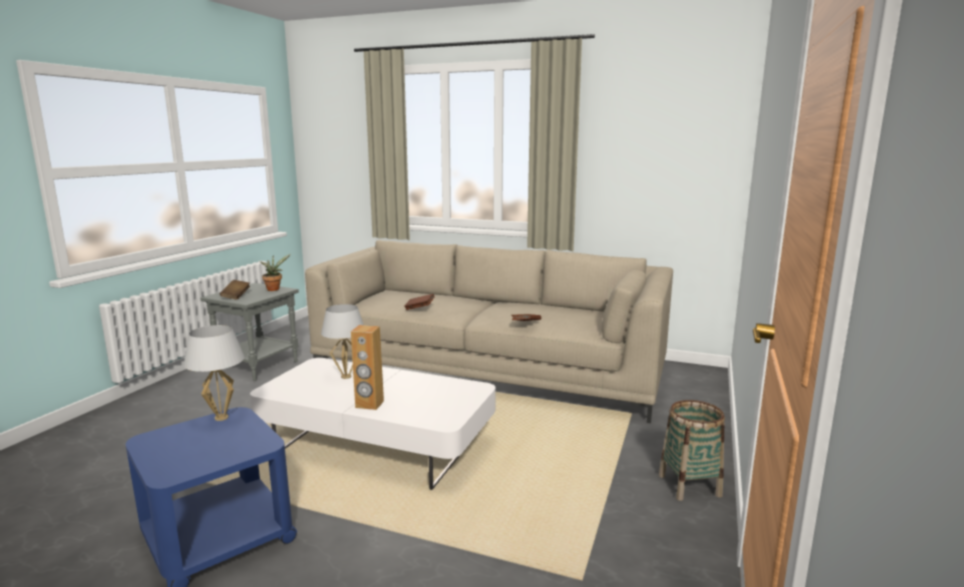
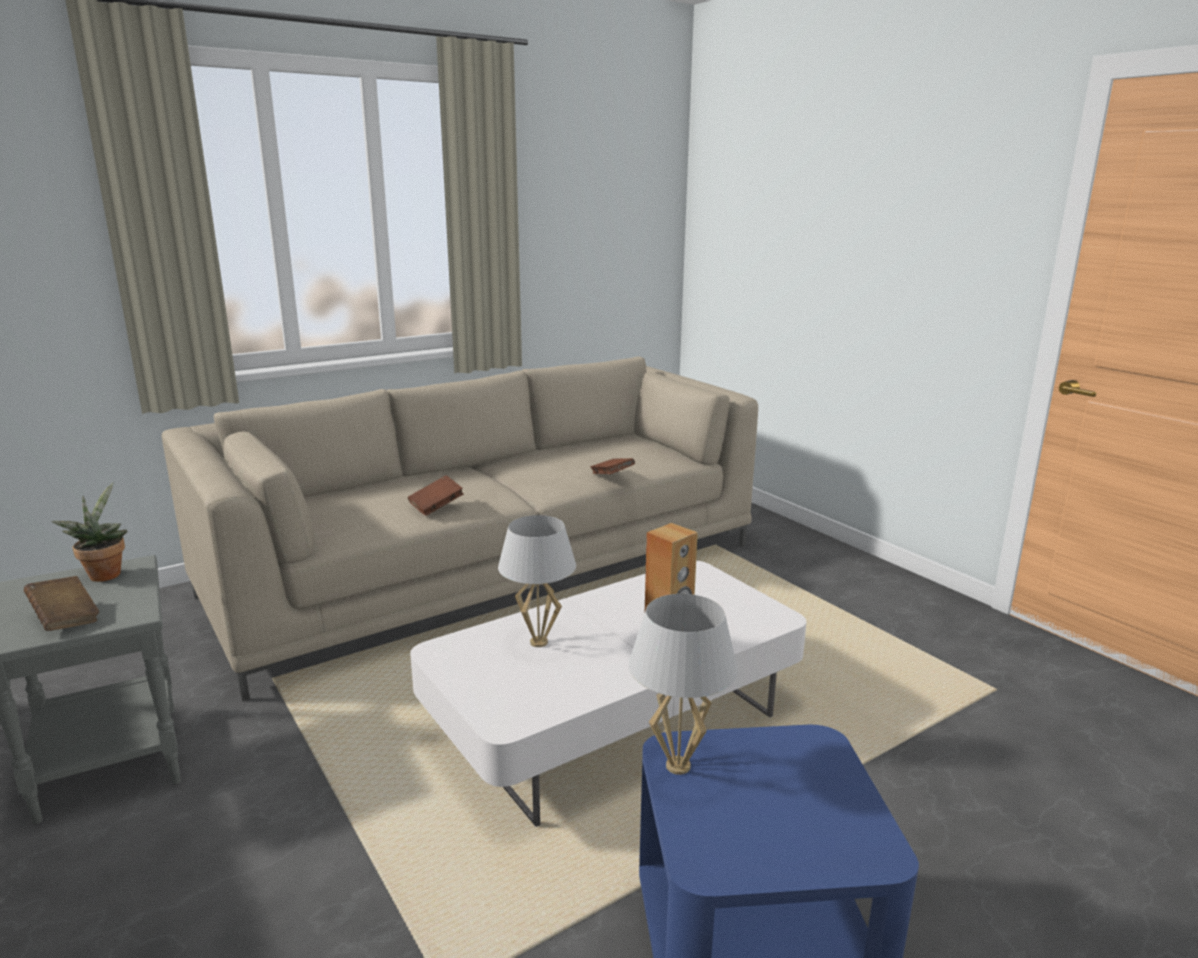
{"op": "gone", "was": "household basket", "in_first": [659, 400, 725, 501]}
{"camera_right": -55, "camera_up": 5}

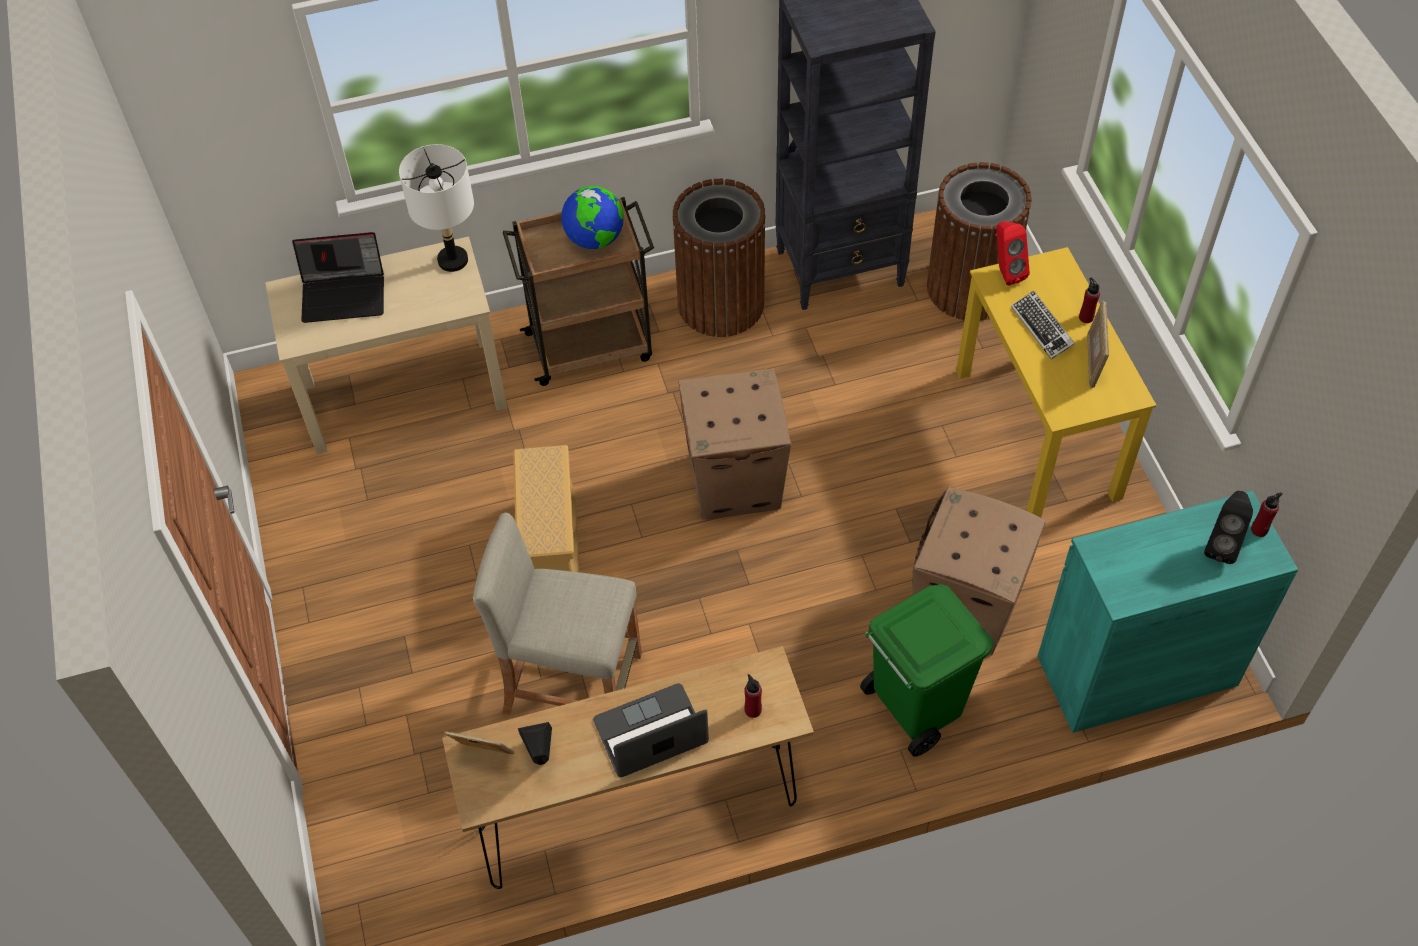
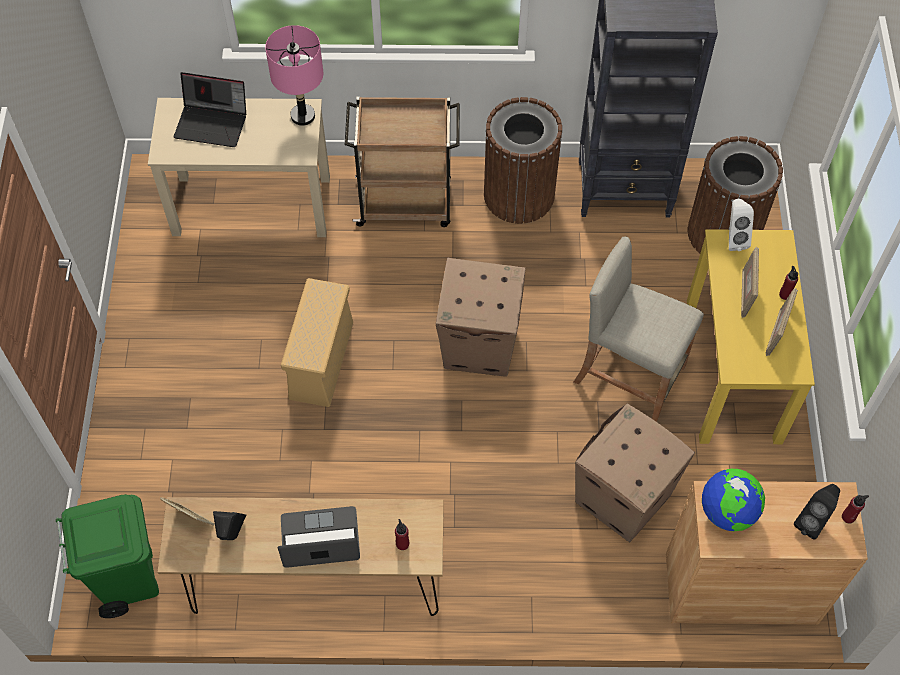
{"op": "repainted", "was": "white tabletop lamp", "now": "pink-coloured tabletop lamp", "in_first": [399, 144, 474, 272], "in_second": [265, 25, 323, 126]}
{"op": "shifted", "was": "world globe", "in_first": [561, 186, 624, 249], "in_second": [702, 469, 765, 531]}
{"op": "repainted", "was": "red audio speaker", "now": "white audio speaker", "in_first": [996, 221, 1030, 286], "in_second": [729, 199, 754, 251]}
{"op": "swapped", "was": "PC keyboard", "now": "photo frame", "in_first": [1011, 291, 1075, 359], "in_second": [741, 247, 759, 318]}
{"op": "repainted", "was": "turquoise-coloured storage cabinet", "now": "brown storage cabinet", "in_first": [1037, 491, 1298, 733], "in_second": [666, 481, 868, 625]}
{"op": "shifted", "was": "beige-coloured sitting stool", "in_first": [473, 512, 642, 715], "in_second": [574, 236, 704, 422]}
{"op": "shifted", "was": "greenish rubbish bin", "in_first": [860, 584, 993, 757], "in_second": [56, 494, 159, 618]}
{"camera_right": 15, "camera_up": 5}

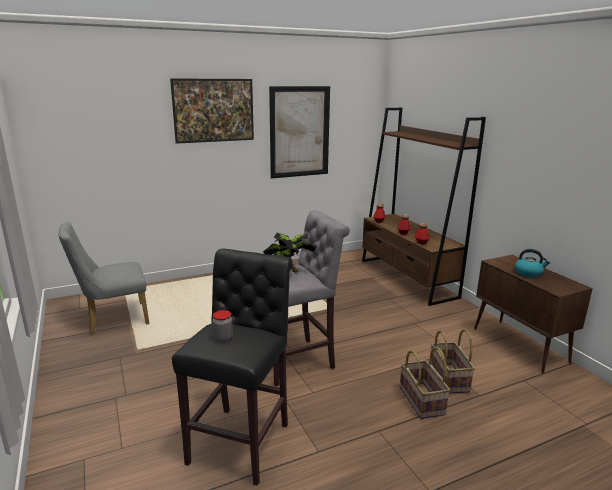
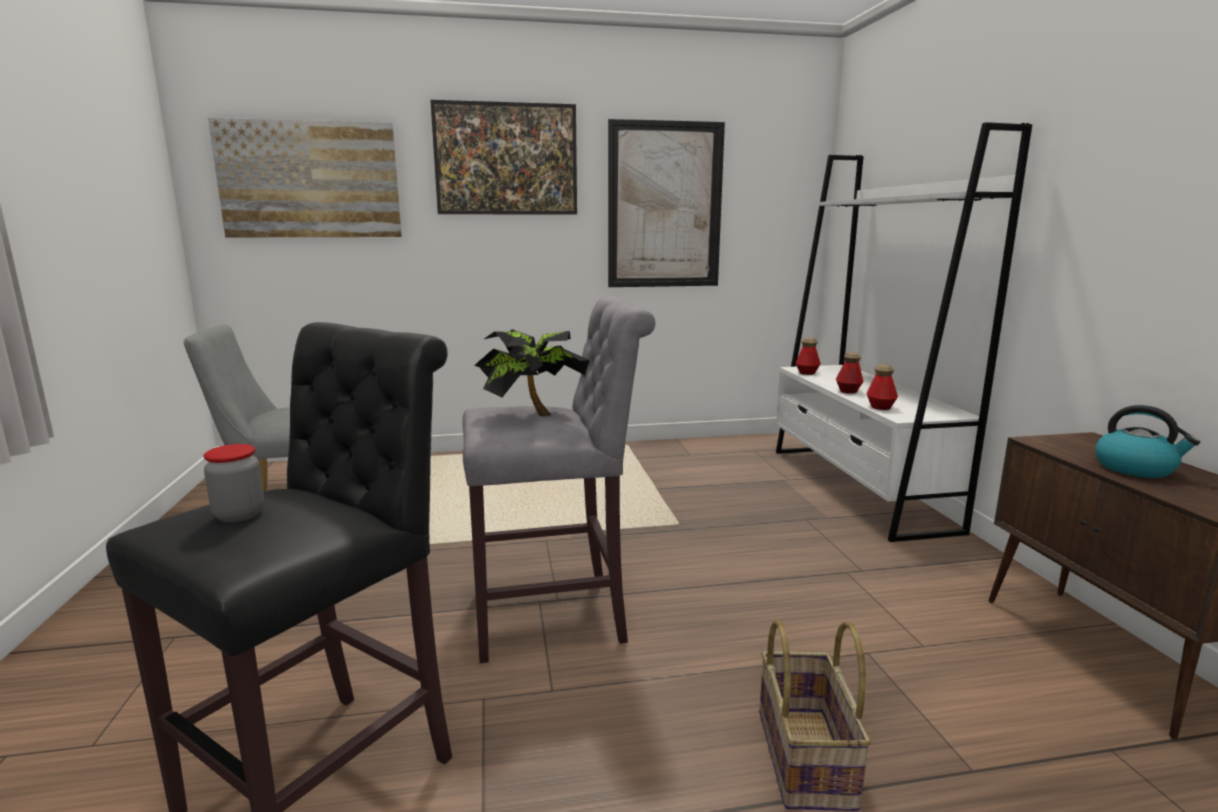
{"op": "repainted", "was": "brown shelving unit", "now": "white shelving unit", "in_first": [362, 107, 486, 306], "in_second": [776, 122, 1032, 542]}
{"op": "gone", "was": "household basket", "in_first": [429, 329, 475, 394]}
{"op": "new", "now": "wall picture", "in_second": [208, 118, 402, 237]}
{"camera_right": 15, "camera_up": -5}

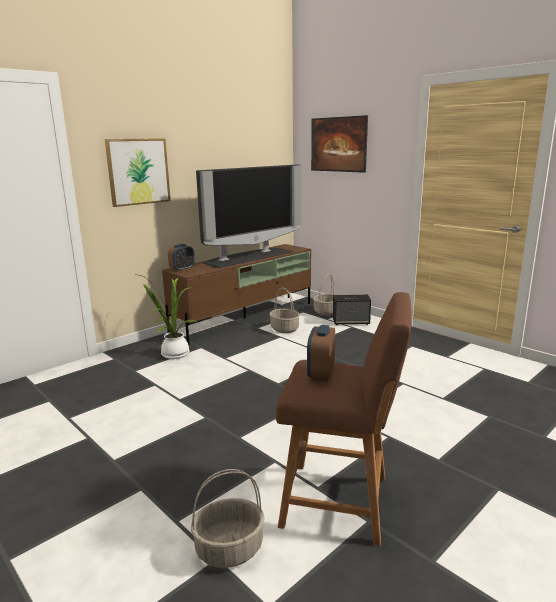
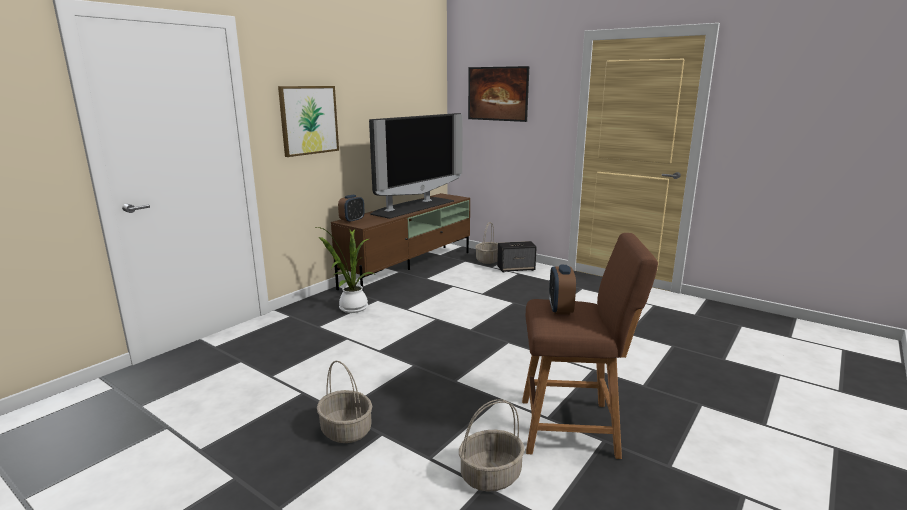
{"op": "shifted", "was": "household basket", "in_first": [269, 287, 300, 333], "in_second": [317, 361, 372, 443]}
{"camera_right": -10, "camera_up": 0}

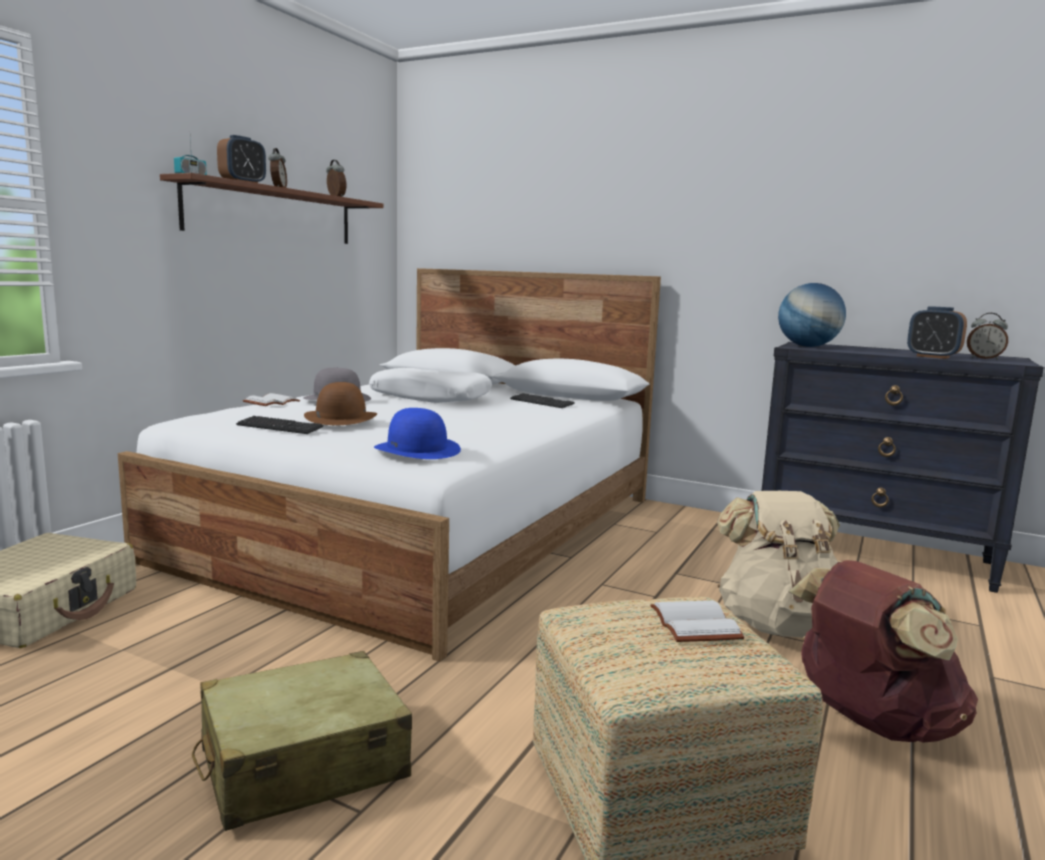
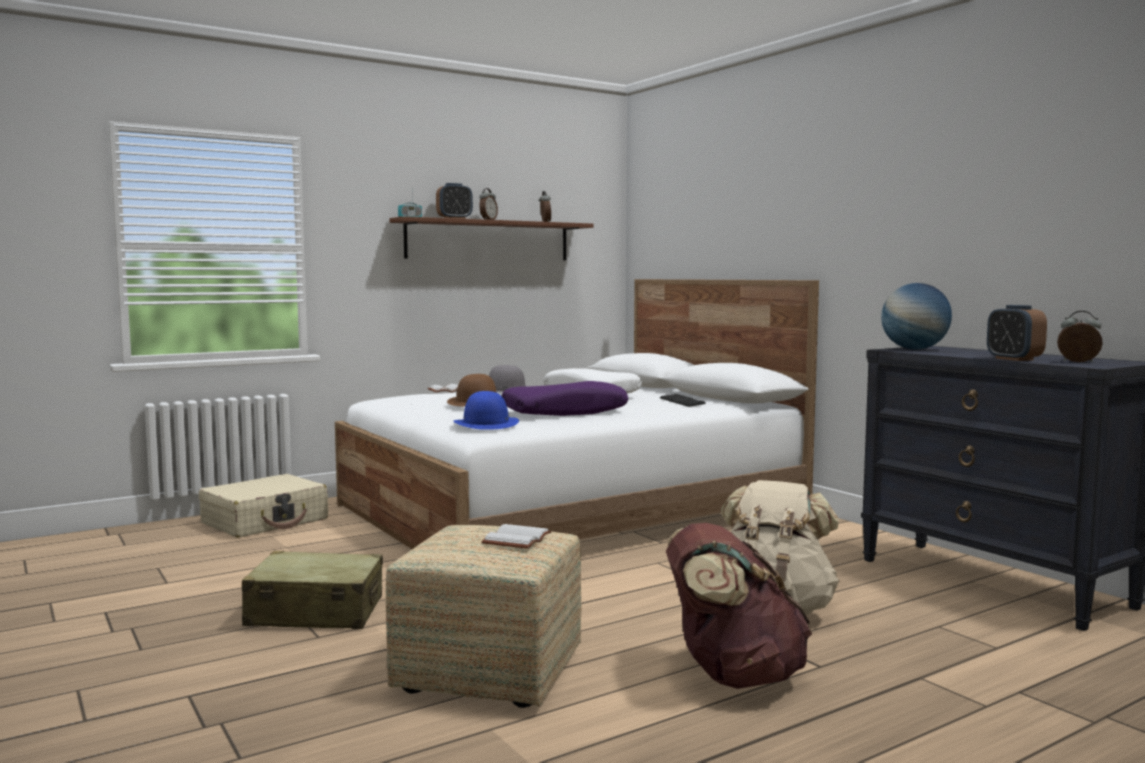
{"op": "rotated", "was": "table clock", "in_first": [967, 313, 1008, 360], "in_second": [1057, 310, 1103, 362], "clockwise": 150}
{"op": "gone", "was": "PC keyboard", "in_first": [236, 416, 324, 434]}
{"op": "new", "now": "purple cushion", "in_second": [502, 381, 628, 416]}
{"camera_right": 30, "camera_up": -5}

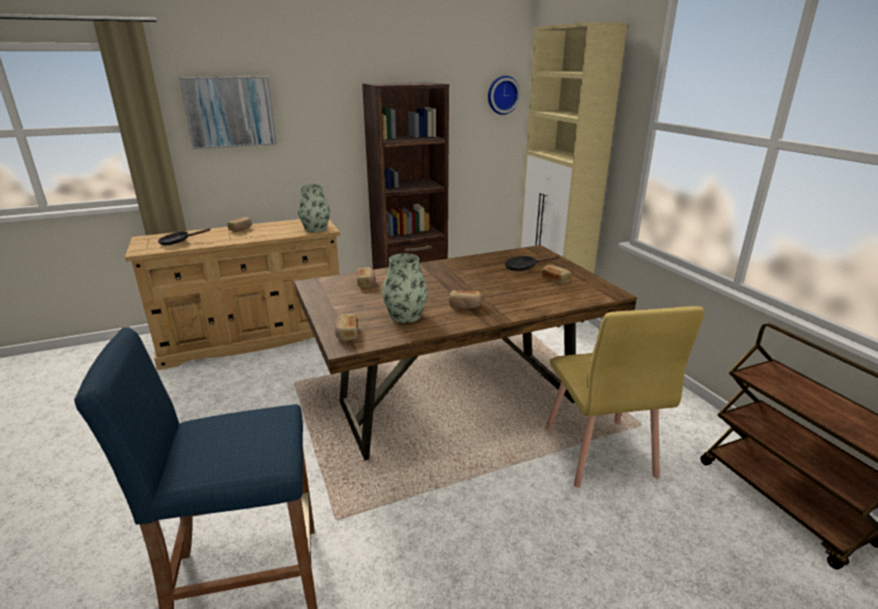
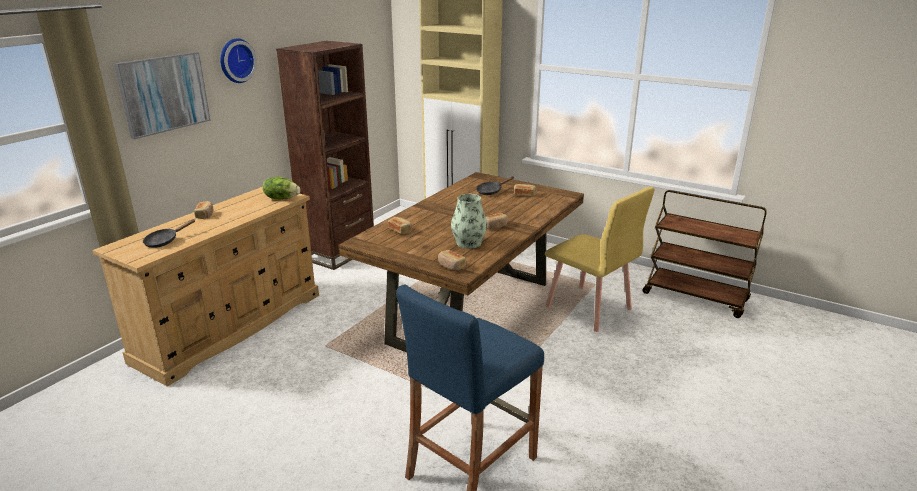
{"op": "shifted", "was": "clock on the wall", "in_first": [488, 76, 520, 115], "in_second": [220, 38, 257, 83]}
{"op": "swapped", "was": "decorative vase", "now": "lettuce head", "in_first": [298, 184, 330, 232], "in_second": [263, 177, 300, 199]}
{"camera_right": -35, "camera_up": 0}

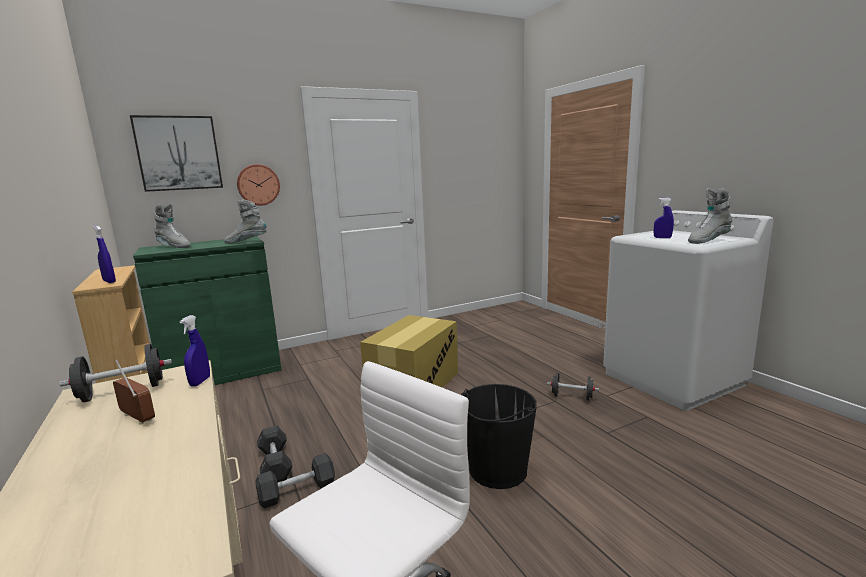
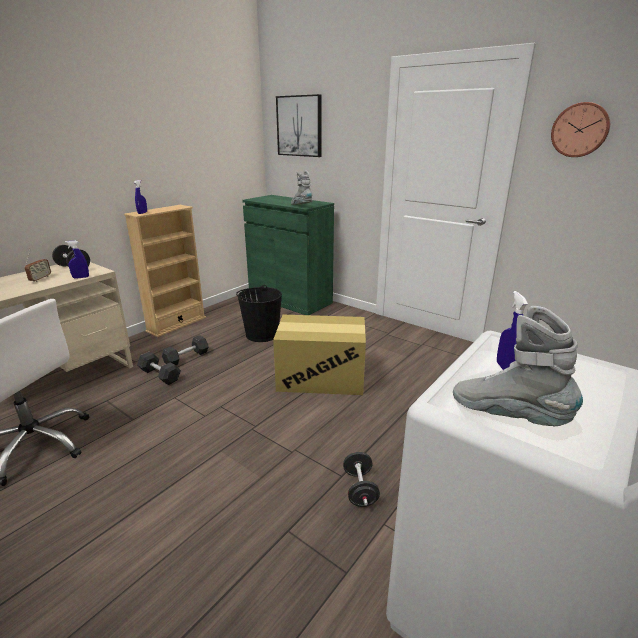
{"op": "shifted", "was": "clock on the wall", "in_first": [237, 164, 280, 206], "in_second": [551, 102, 610, 157]}
{"op": "gone", "was": "greyish boot", "in_first": [154, 203, 191, 248]}
{"op": "shifted", "was": "blackish pail", "in_first": [461, 384, 537, 489], "in_second": [236, 285, 282, 342]}
{"camera_right": 65, "camera_up": 10}

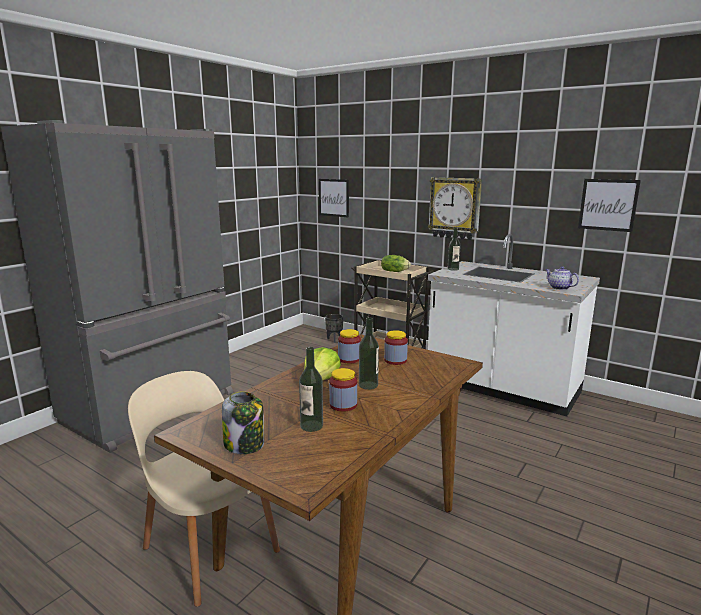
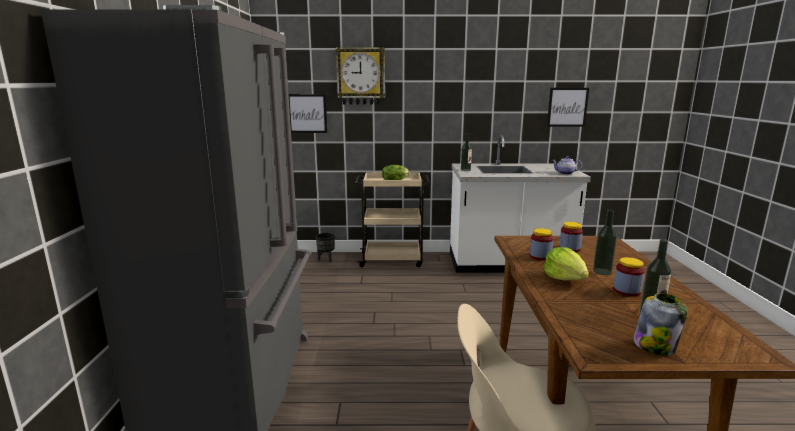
{"op": "shifted", "was": "clock on the wall", "in_first": [428, 177, 482, 240], "in_second": [336, 47, 385, 105]}
{"camera_right": -35, "camera_up": 0}

